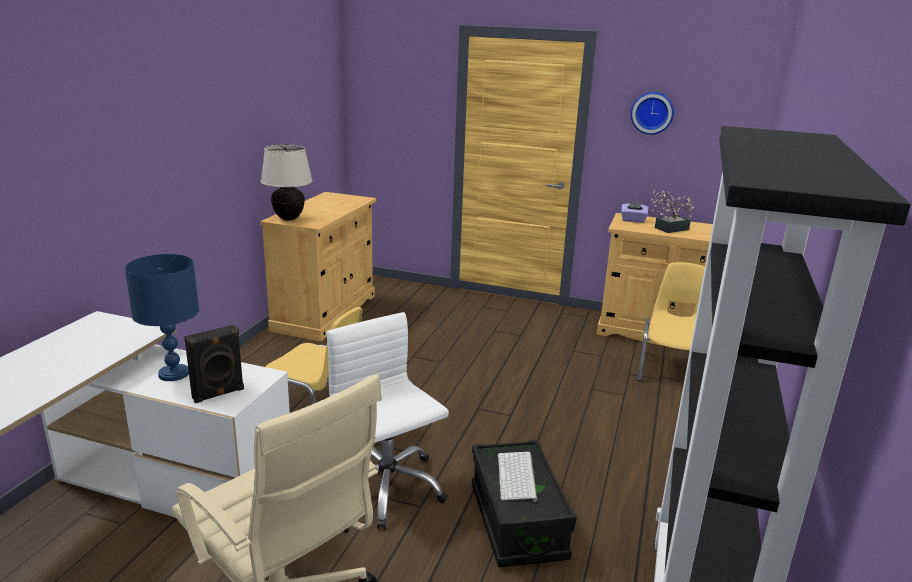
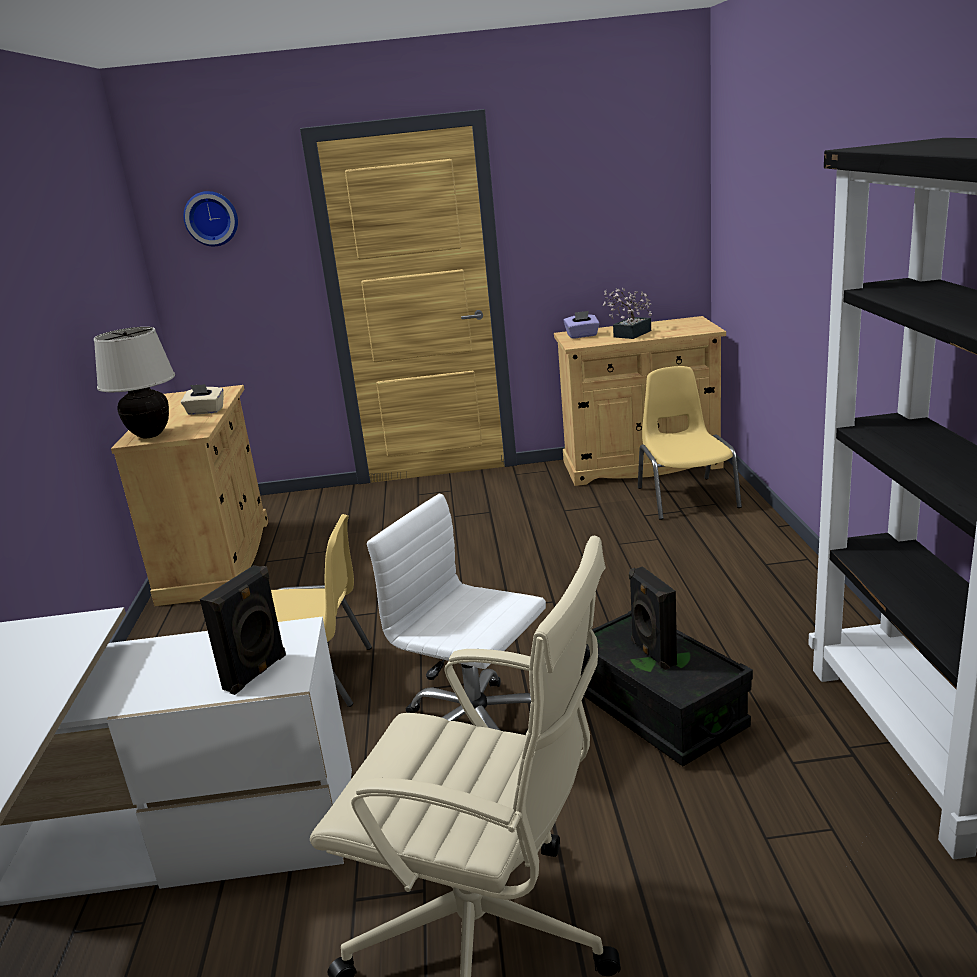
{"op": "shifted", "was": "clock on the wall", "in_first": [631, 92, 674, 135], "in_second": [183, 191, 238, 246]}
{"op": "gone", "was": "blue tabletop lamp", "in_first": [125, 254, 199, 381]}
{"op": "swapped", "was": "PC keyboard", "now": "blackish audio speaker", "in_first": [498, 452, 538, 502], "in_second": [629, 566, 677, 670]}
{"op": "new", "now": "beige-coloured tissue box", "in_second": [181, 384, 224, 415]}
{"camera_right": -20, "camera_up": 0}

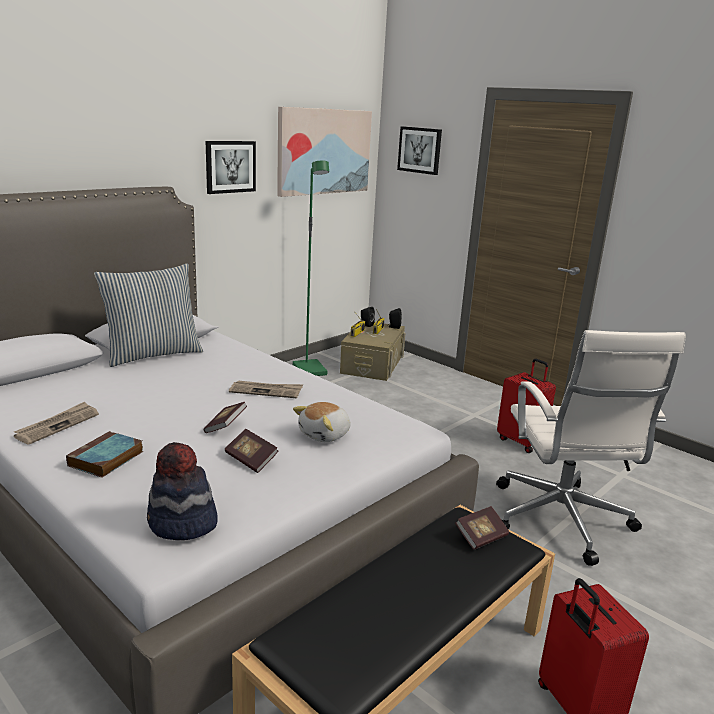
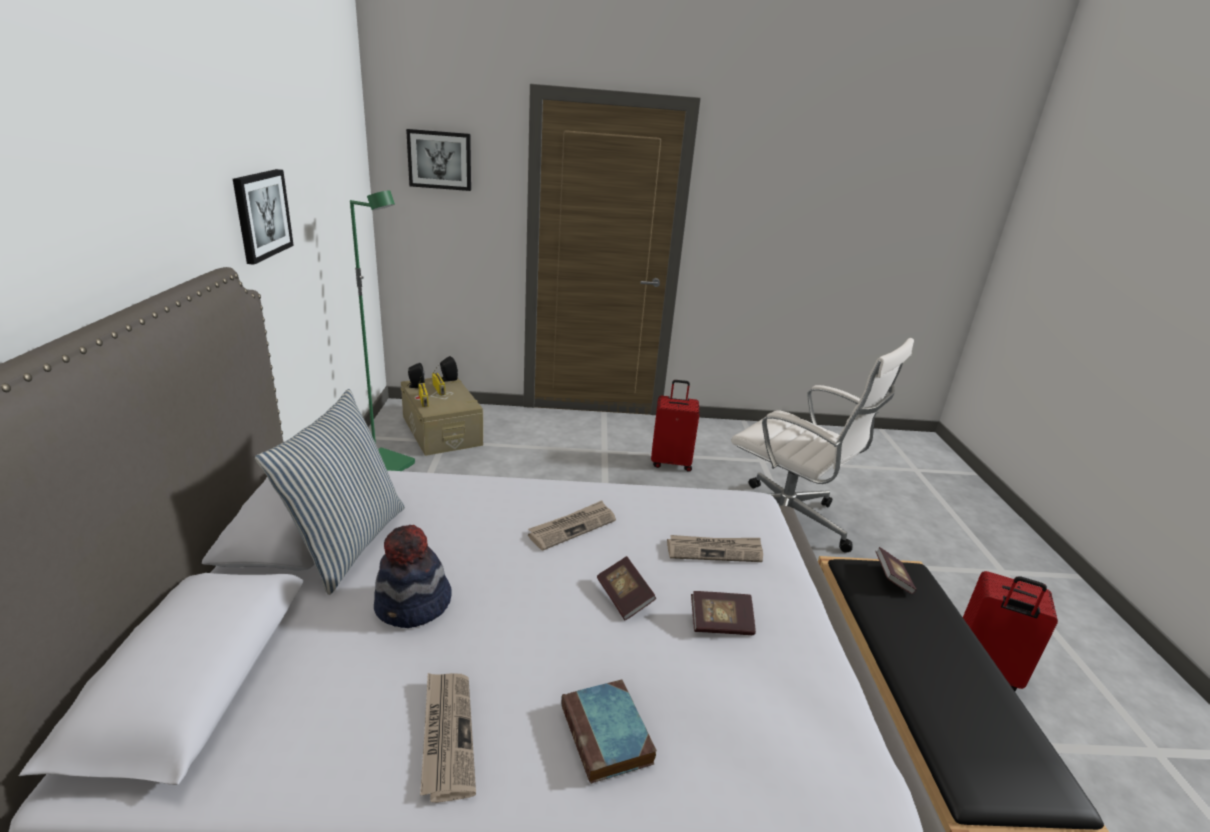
{"op": "gone", "was": "wall picture", "in_first": [277, 107, 372, 197]}
{"op": "swapped", "was": "cuddly toy", "now": "newspaper", "in_first": [293, 402, 351, 442], "in_second": [667, 535, 763, 562]}
{"op": "shifted", "was": "wearable hat", "in_first": [147, 442, 218, 540], "in_second": [374, 525, 452, 628]}
{"camera_right": -45, "camera_up": 5}

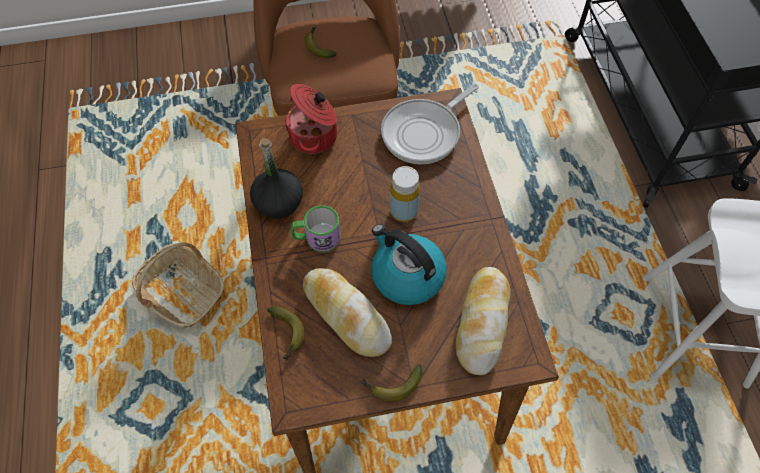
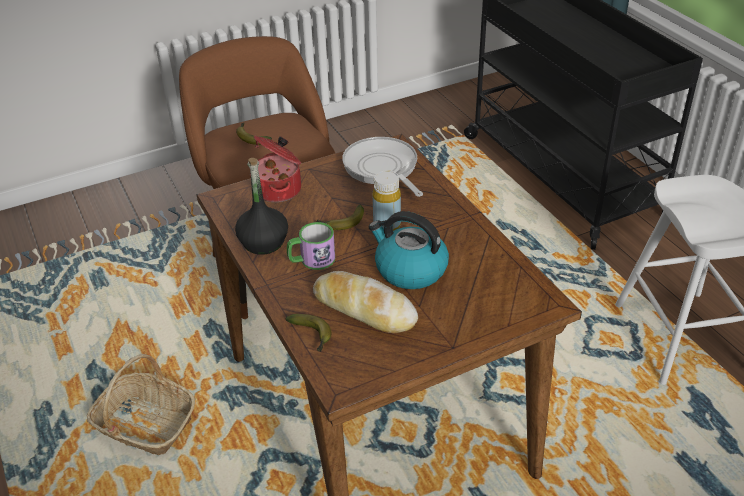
{"op": "rotated", "was": "frying pan", "in_first": [381, 84, 479, 164], "in_second": [342, 137, 423, 197], "clockwise": 120}
{"op": "gone", "was": "bread", "in_first": [456, 267, 511, 375]}
{"op": "shifted", "was": "whole banana", "in_first": [362, 364, 422, 401], "in_second": [317, 204, 364, 230]}
{"camera_right": -15, "camera_up": -20}

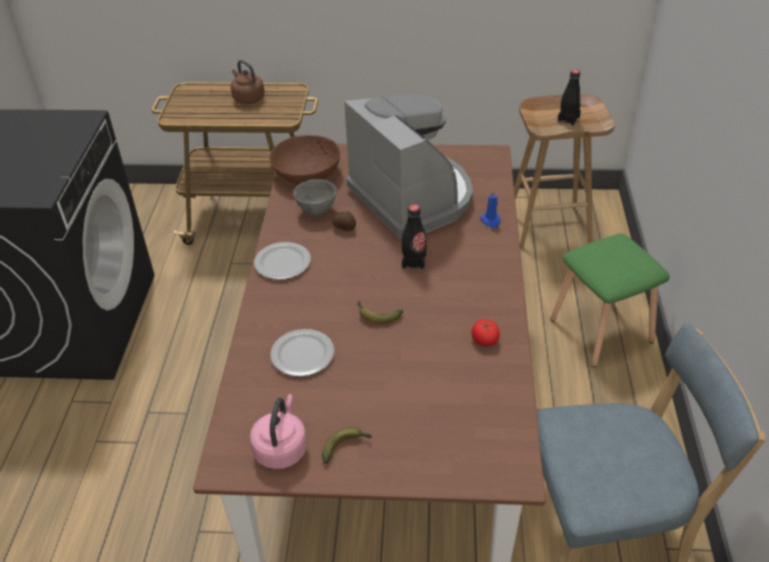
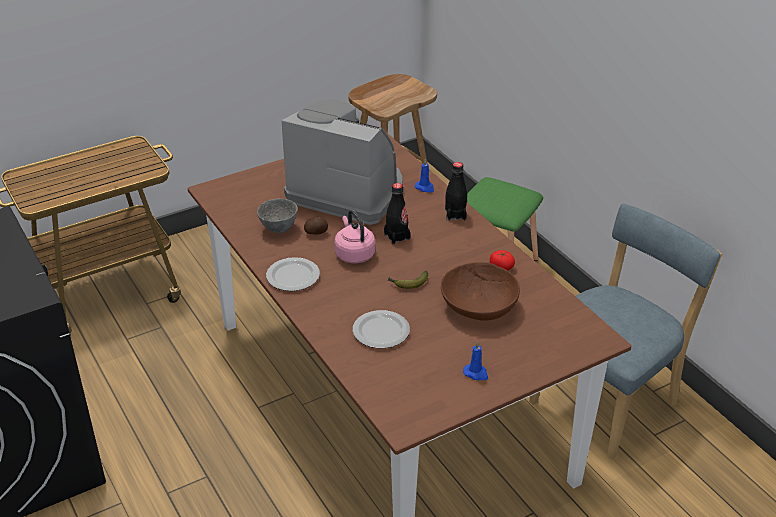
{"op": "gone", "was": "brown water kettle", "in_first": [231, 60, 265, 104]}
{"op": "shifted", "was": "blackish beverage bottle", "in_first": [557, 69, 581, 126], "in_second": [445, 162, 467, 221]}
{"op": "shifted", "was": "brown serving bowl", "in_first": [269, 135, 340, 184], "in_second": [441, 262, 520, 321]}
{"op": "shifted", "was": "pink-coloured water kettle", "in_first": [250, 394, 307, 469], "in_second": [335, 210, 375, 263]}
{"op": "swapped", "was": "whole banana", "now": "blue wax light", "in_first": [322, 427, 372, 464], "in_second": [463, 341, 488, 380]}
{"camera_right": -35, "camera_up": -5}

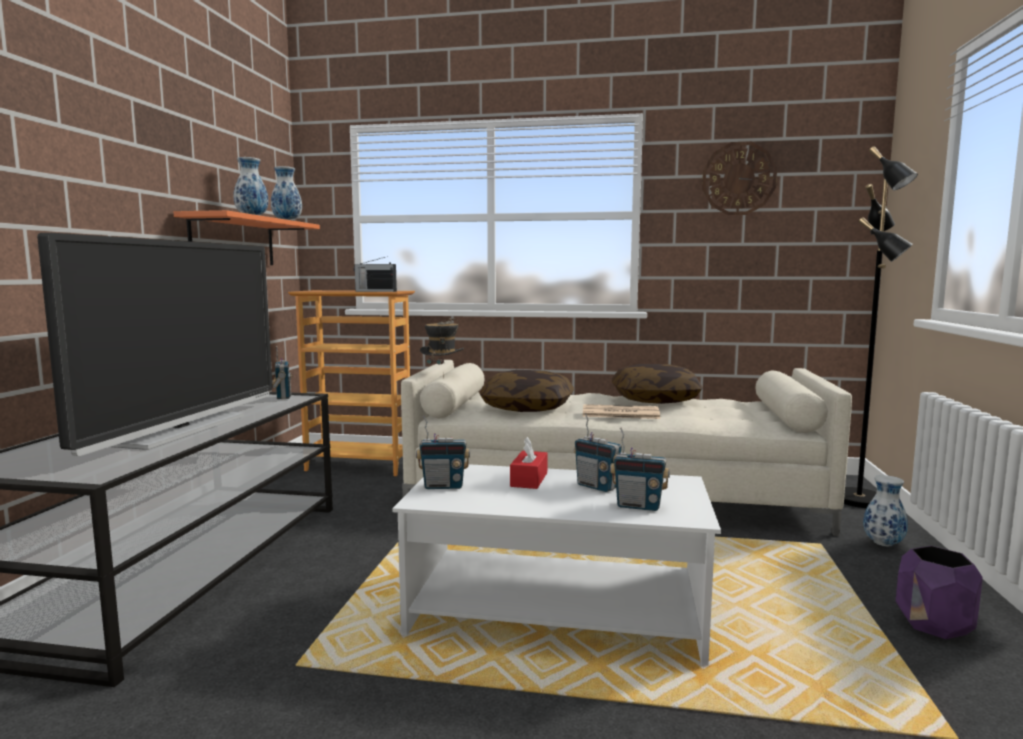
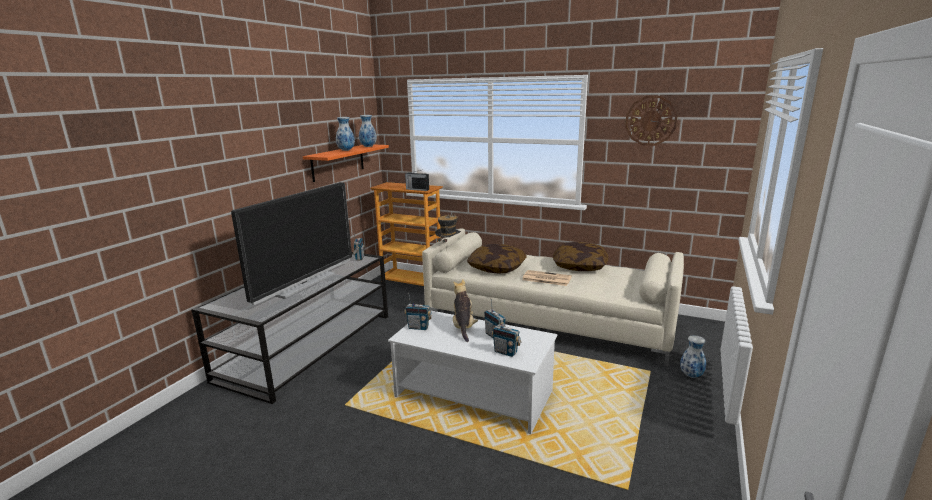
{"op": "gone", "was": "blackish standard lamp", "in_first": [844, 146, 918, 508]}
{"op": "swapped", "was": "red tissue box", "now": "cuddly toy", "in_first": [510, 437, 548, 489], "in_second": [453, 279, 478, 342]}
{"op": "gone", "was": "purple plant pot", "in_first": [896, 546, 983, 639]}
{"camera_right": 15, "camera_up": 10}

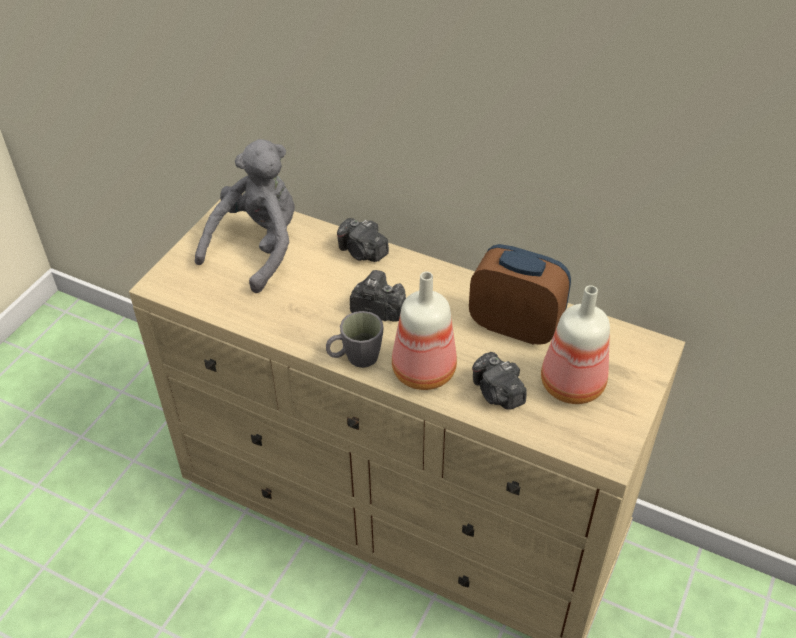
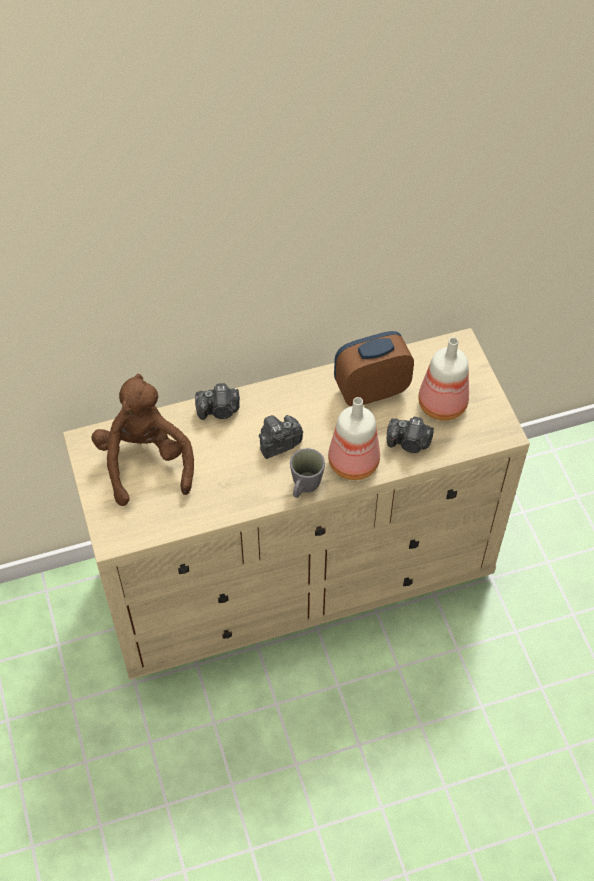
{"op": "repainted", "was": "greyish cuddly toy", "now": "brown cuddly toy", "in_first": [195, 139, 295, 293], "in_second": [91, 374, 194, 506]}
{"camera_right": -45, "camera_up": 10}

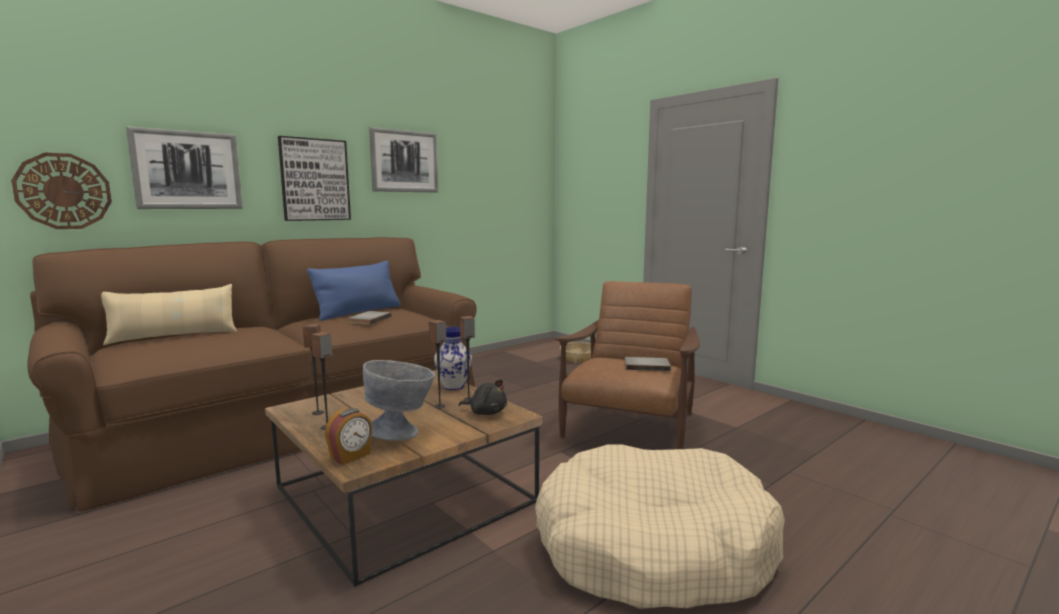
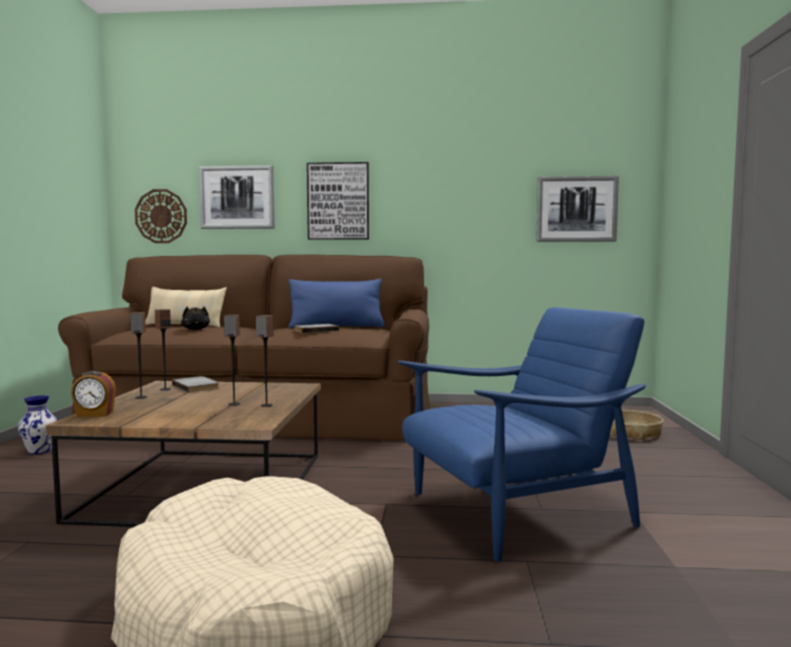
{"op": "shifted", "was": "wall picture", "in_first": [369, 127, 439, 193], "in_second": [536, 176, 619, 242]}
{"op": "repainted", "was": "brown armchair", "now": "blue armchair", "in_first": [555, 281, 700, 449], "in_second": [397, 307, 646, 562]}
{"op": "shifted", "was": "decorative vase", "in_first": [434, 327, 472, 390], "in_second": [18, 395, 58, 454]}
{"op": "shifted", "was": "greyish volume", "in_first": [625, 357, 671, 371], "in_second": [172, 376, 220, 393]}
{"op": "gone", "was": "greyish serving bowl", "in_first": [363, 360, 435, 441]}
{"op": "shifted", "was": "blackish cuddly toy", "in_first": [458, 379, 507, 415], "in_second": [181, 307, 210, 330]}
{"camera_right": 45, "camera_up": -5}

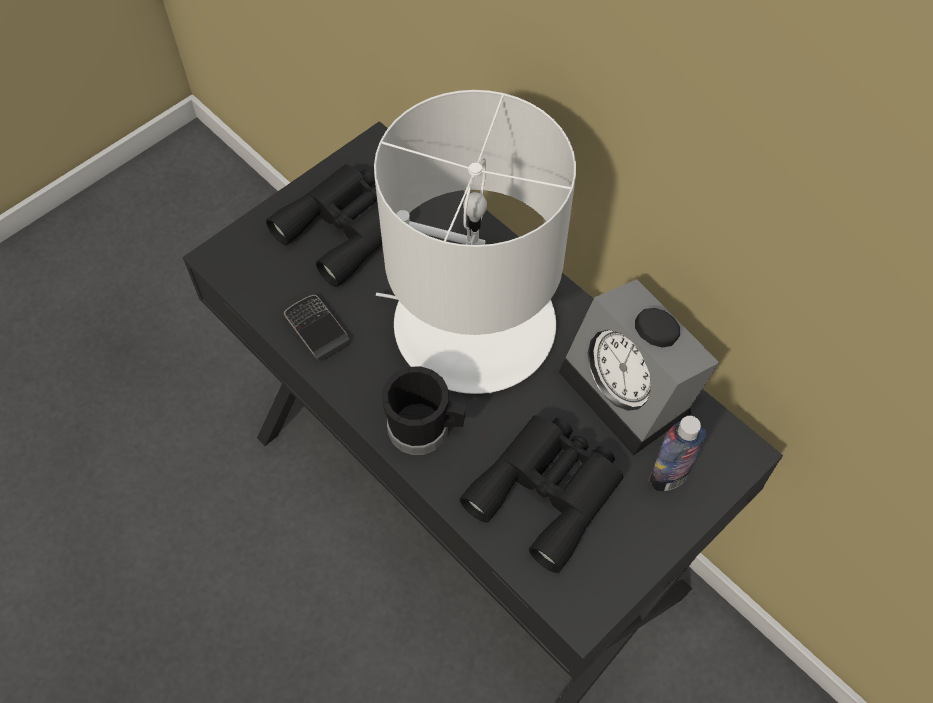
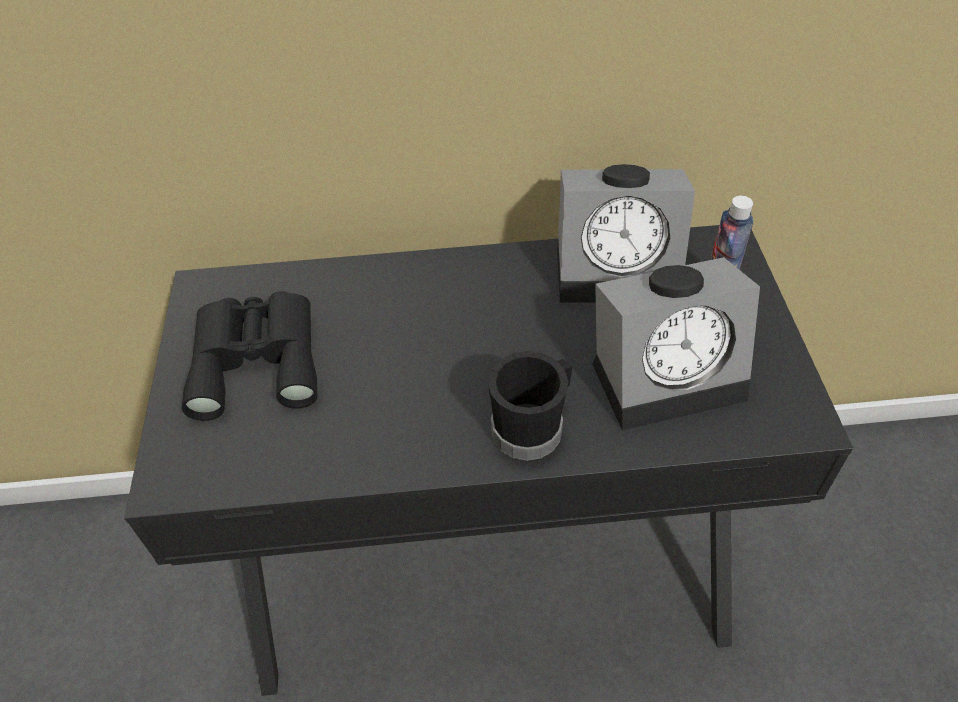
{"op": "gone", "was": "white tabletop lamp", "in_first": [374, 90, 576, 394]}
{"op": "gone", "was": "phone", "in_first": [284, 295, 350, 361]}
{"op": "swapped", "was": "blackish pair of binoculars", "now": "table clock", "in_first": [459, 415, 623, 573], "in_second": [592, 257, 760, 431]}
{"camera_right": -50, "camera_up": -10}

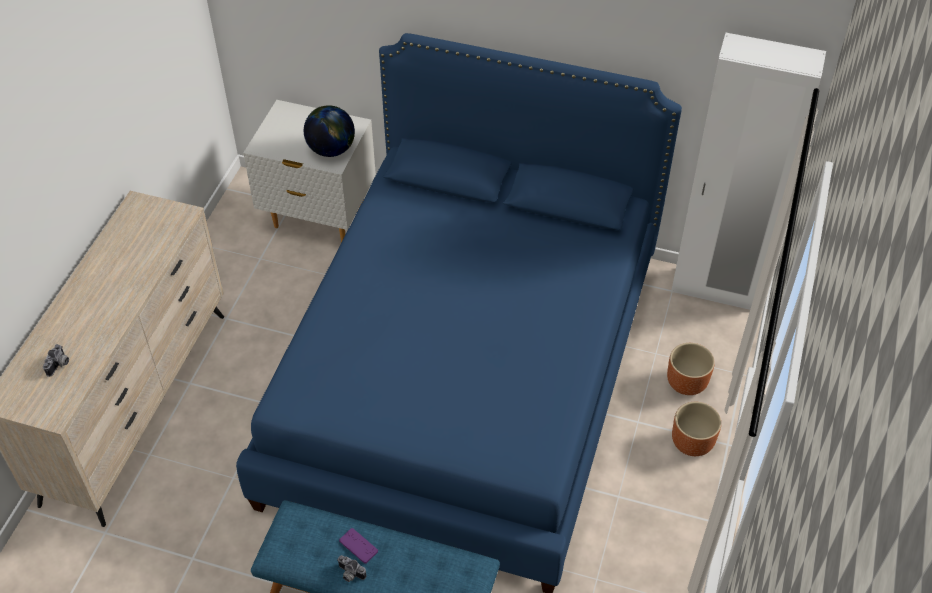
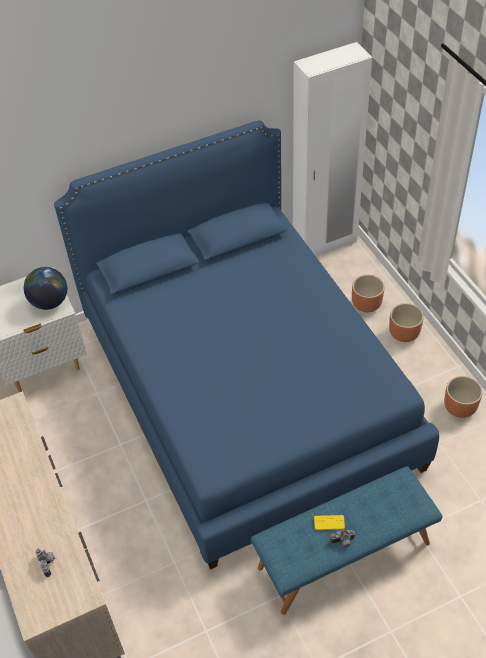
{"op": "repainted", "was": "purple game controller", "now": "yellow game controller", "in_first": [339, 528, 378, 564], "in_second": [314, 515, 345, 530]}
{"op": "new", "now": "brown plant pot", "in_second": [444, 376, 482, 418]}
{"camera_right": -40, "camera_up": 0}

